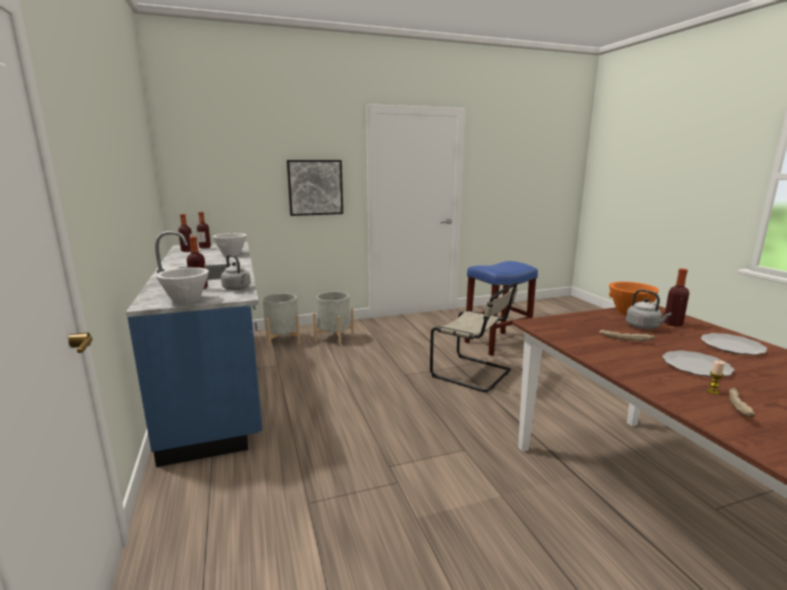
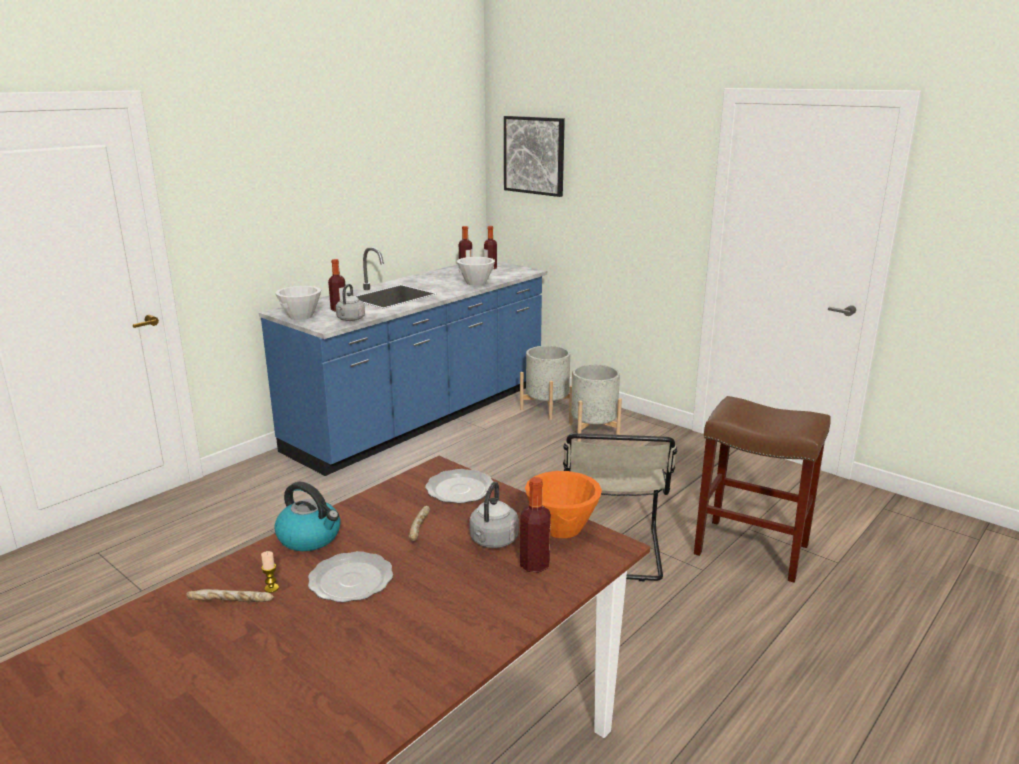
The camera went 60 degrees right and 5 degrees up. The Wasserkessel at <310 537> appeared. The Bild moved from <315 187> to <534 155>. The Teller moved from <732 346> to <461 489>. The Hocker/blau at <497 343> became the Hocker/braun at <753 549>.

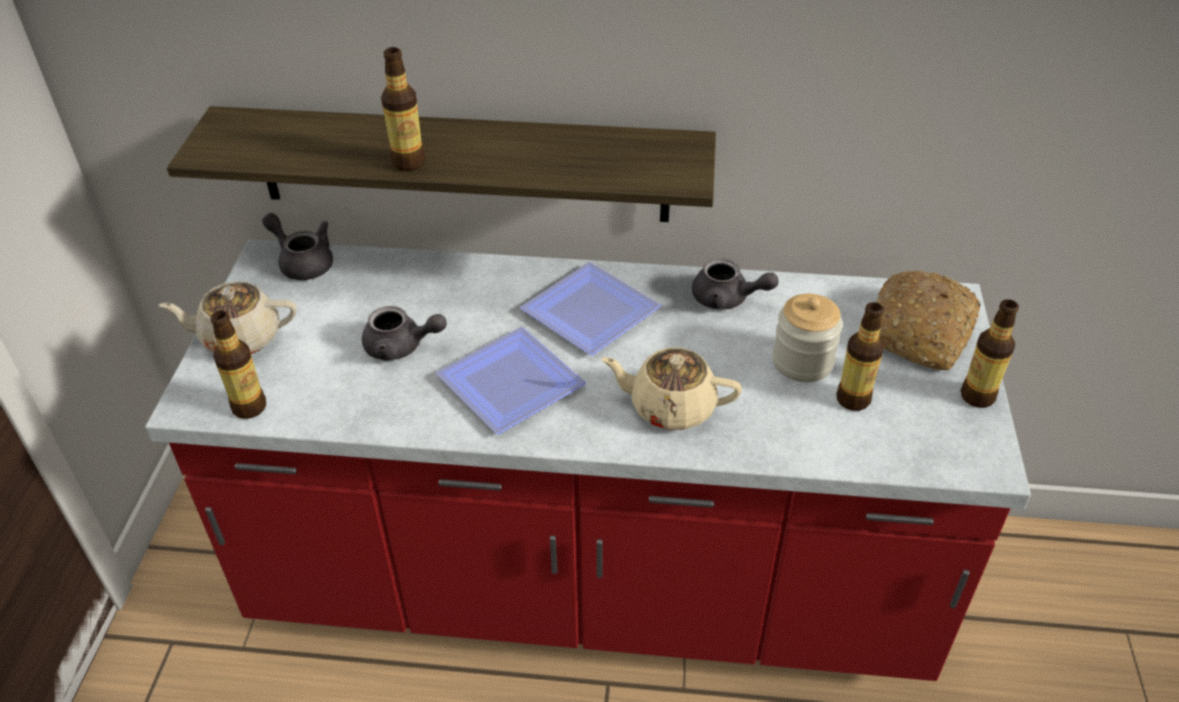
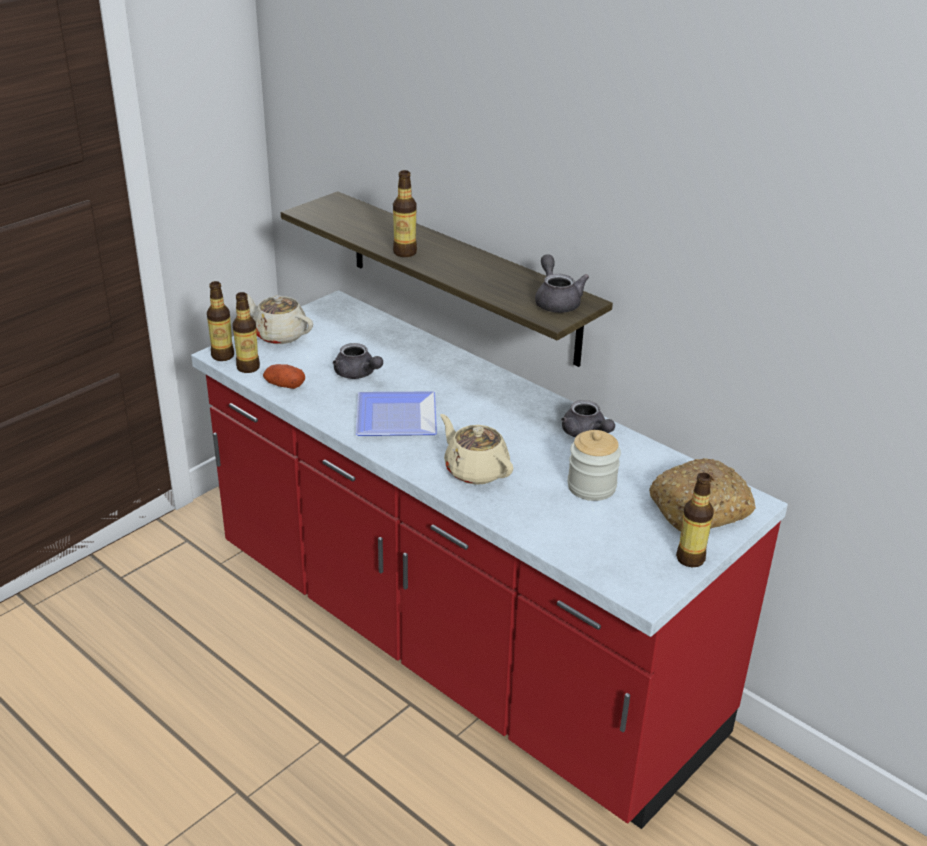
The camera went 35 degrees right and 10 degrees down. The Teller at <595 312> disappeared. The Kartoffel at <284 385> appeared. The Teekanne/grau moved from <303 262> to <556 301>. The Flasche moved from <853 399> to <223 356>.

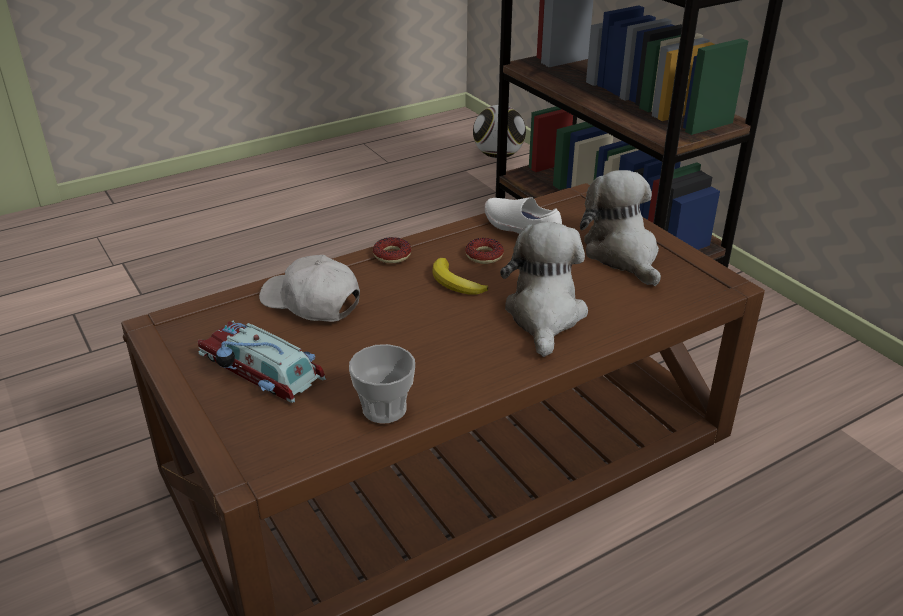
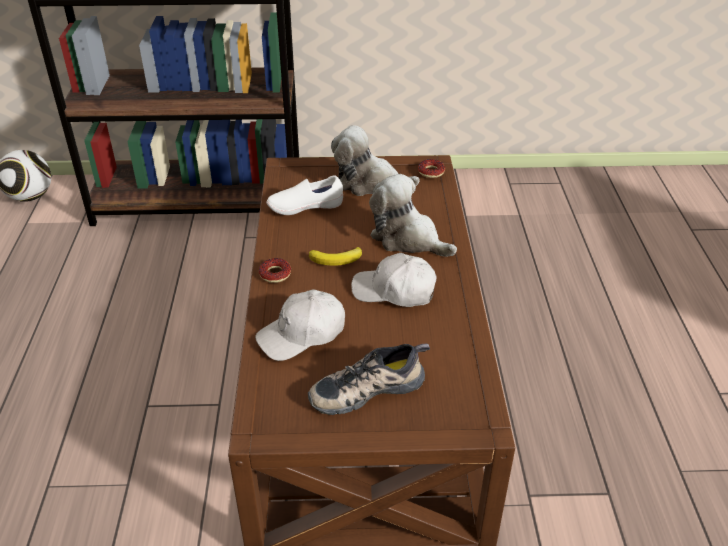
The camera went 60 degrees left and 5 degrees up. The Tasse at <384 409> disappeared. The Kappe/weiß at <394 291> appeared. The Donut moved from <484 255> to <431 172>. The Spielzeugauto at <260 371> was replaced by the Schuh at <367 388>.

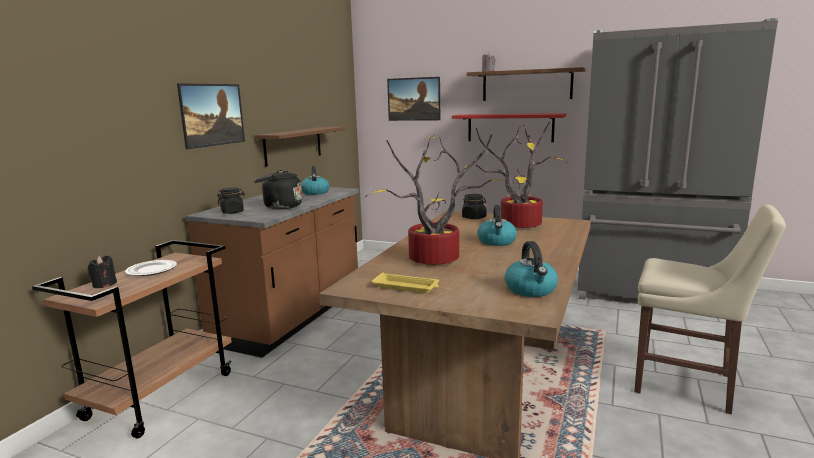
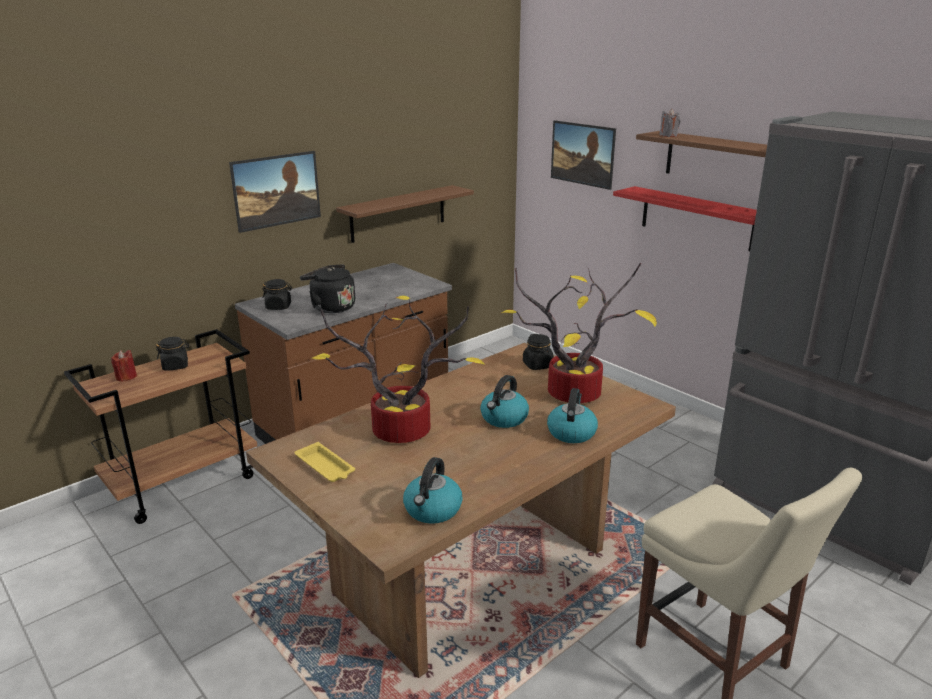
The camera went 25 degrees right and 10 degrees up. The Wasserkessel moved from <315 192> to <571 432>. The Teller at <151 270> was replaced by the Vorratsglas/schwarz at <175 366>. The Kerze/schwarz at <104 285> became the Kerze/rot at <126 377>.

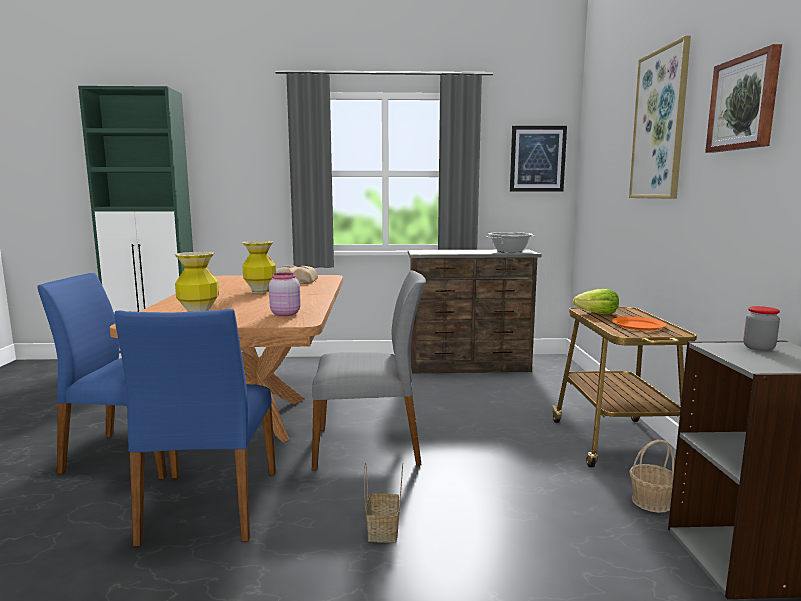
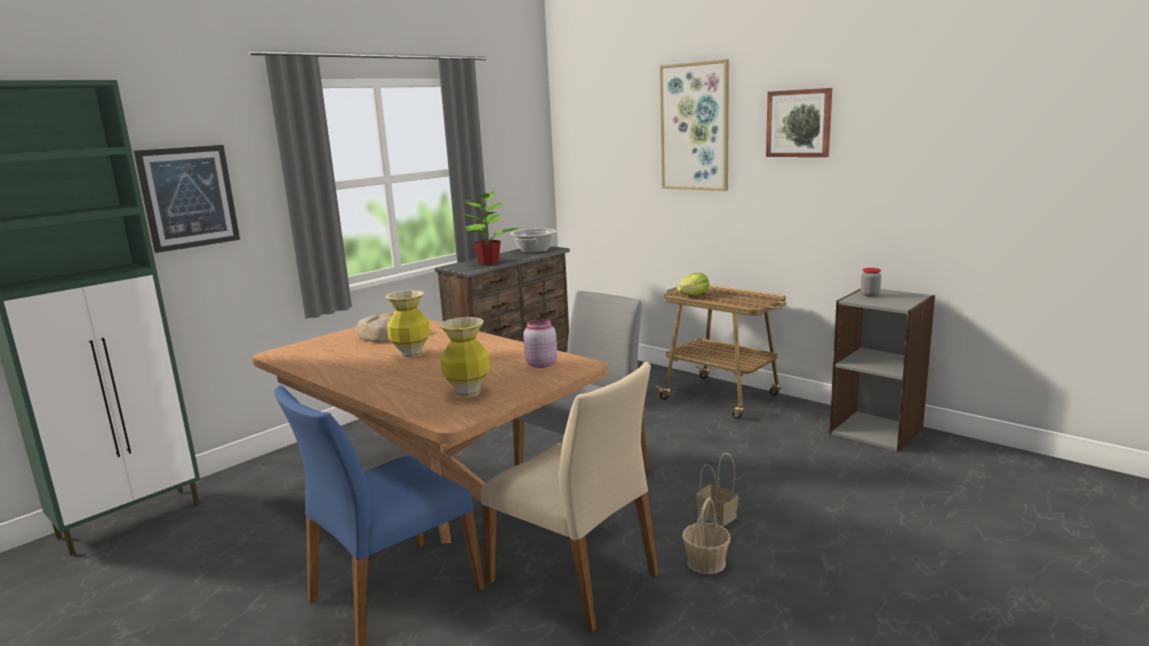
The camera went 45 degrees left and 5 degrees up. The Teller/orange at <638 325> disappeared. The Topfpflanze at <488 262> appeared. The Bild moved from <537 159> to <188 197>. The Korb moved from <651 502> to <706 562>. The Stuhl/blau at <209 506> became the Stuhl/beige at <576 577>.

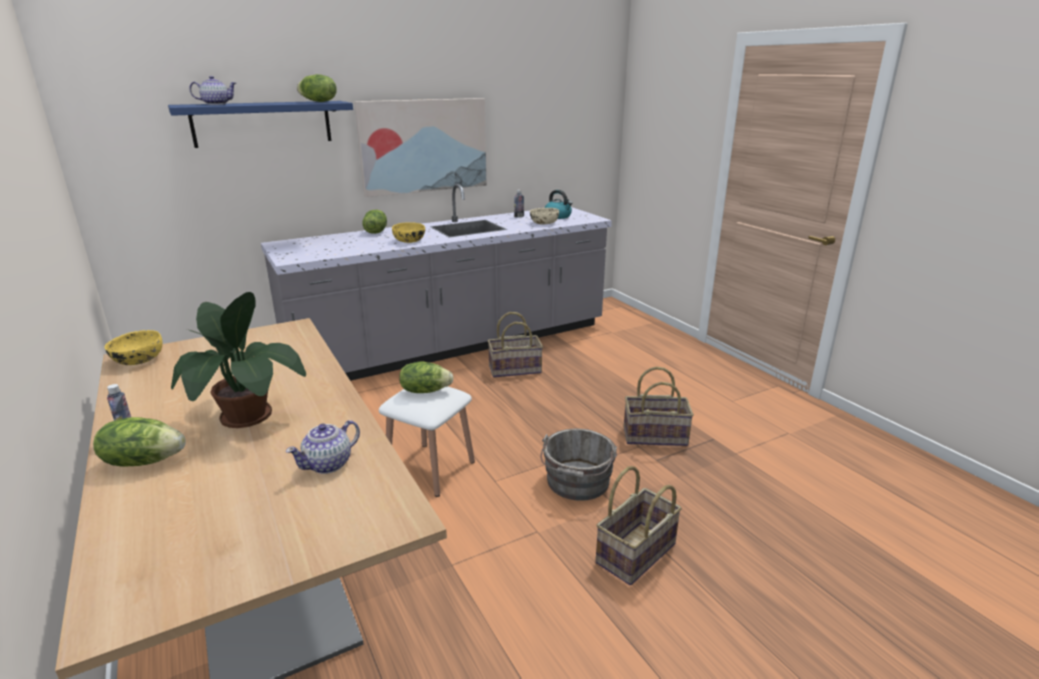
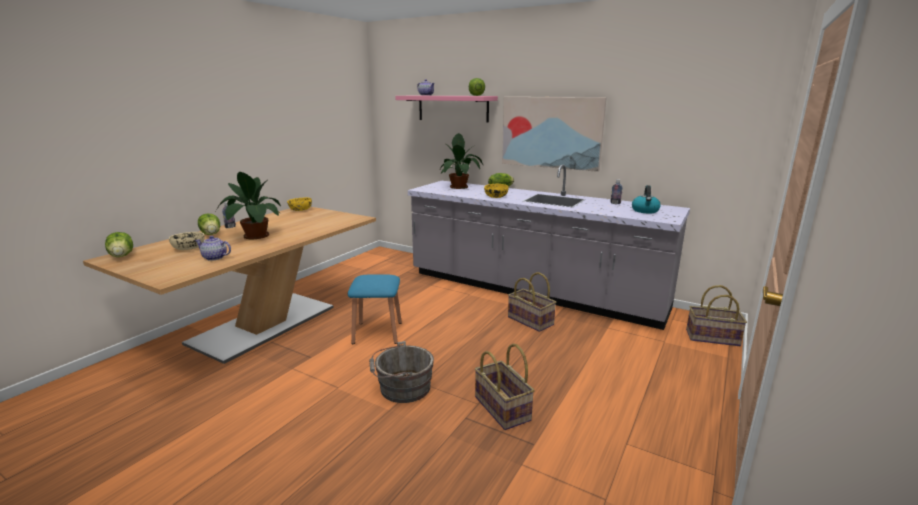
The camera went 60 degrees right and 5 degrees down. The Topfpflanze at <459 186> appeared. The Salatkopf moved from <425 390> to <122 255>. The Schüssel/beige moved from <544 223> to <189 248>. The Korb moved from <637 554> to <712 338>. The Wandregal/blau at <262 123> became the Wandregal/rosa at <453 108>. The Hocker/weiß at <430 469> became the Hocker/blau at <377 332>.

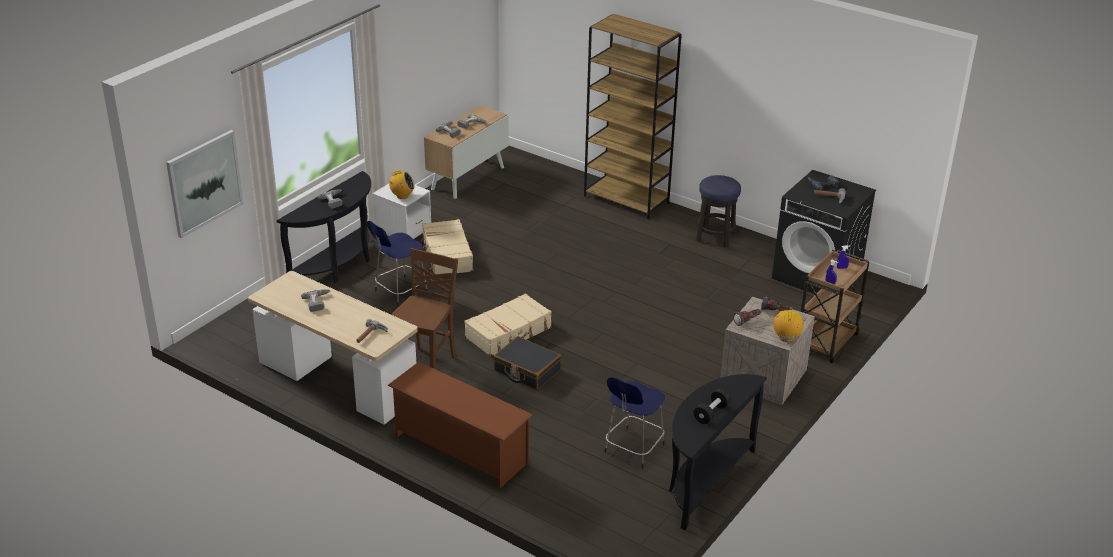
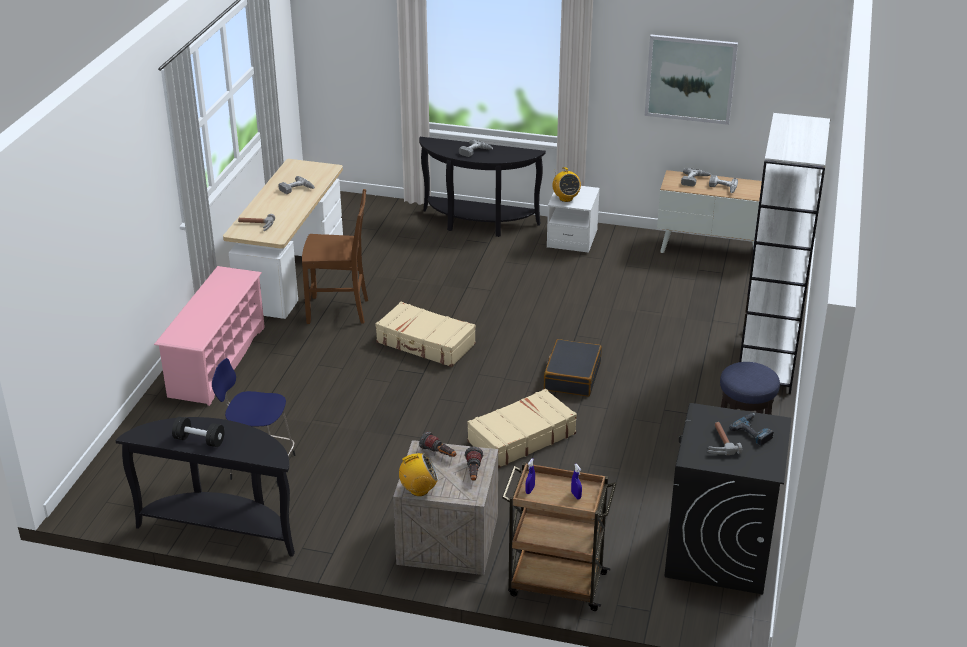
The camera went 70 degrees right and 0 degrees up. The Hocker/blau at <399 292> disappeared. The Bild moved from <204 183> to <690 79>. The Koffer/beige moved from <446 255> to <521 437>. The Koffer/schwarz moved from <527 370> to <572 376>. The Schuhregal/braun at <460 449> became the Schuhregal/rosa at <217 361>. The Bücherregal/braun at <627 200> became the Bücherregal/weiß at <768 361>.

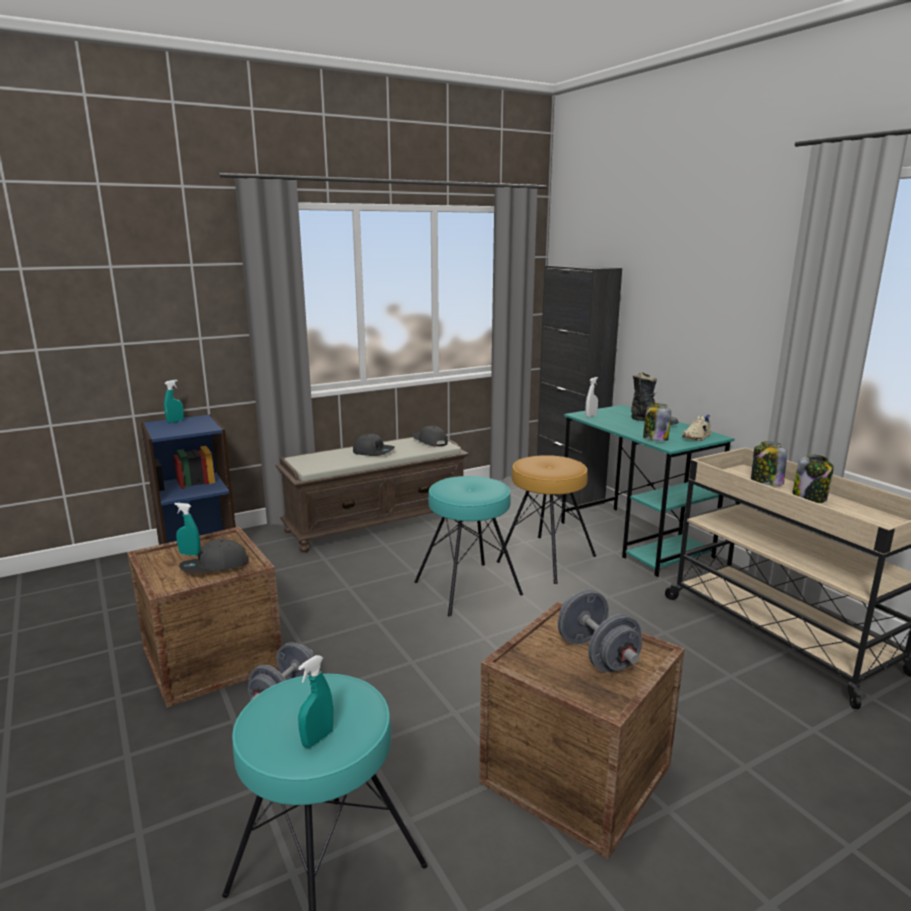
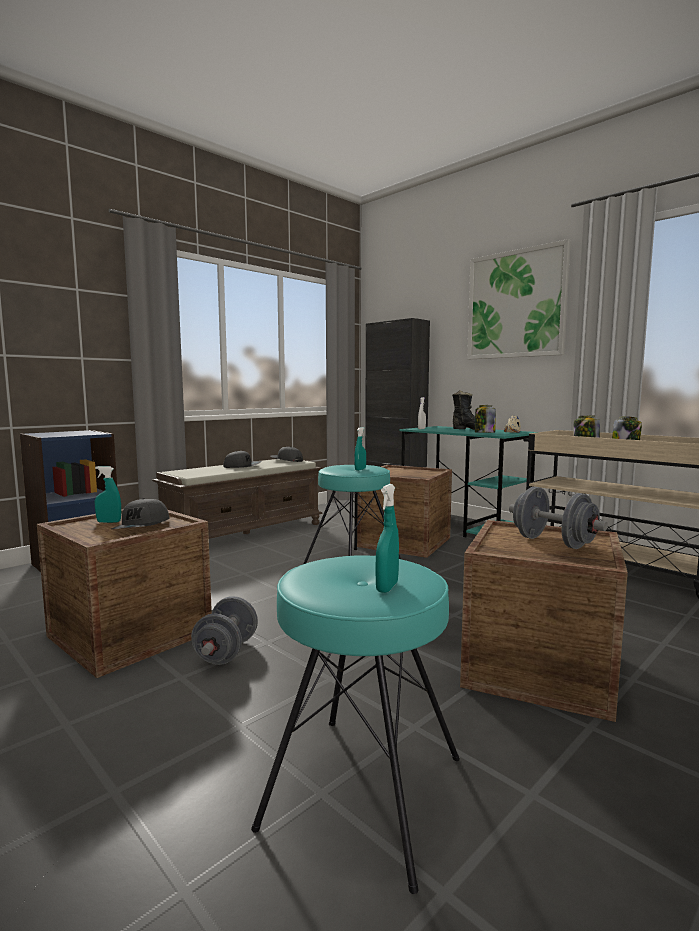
The camera went 15 degrees left and 10 degrees down. The Bild at <516 304> appeared. The Sprühflasche/türkis moved from <175 421> to <360 469>. The Hocker/braun at <546 558> was replaced by the Kiste at <404 542>. The Kappe/grau at <214 567> turned 45 degrees counterclockwise.

